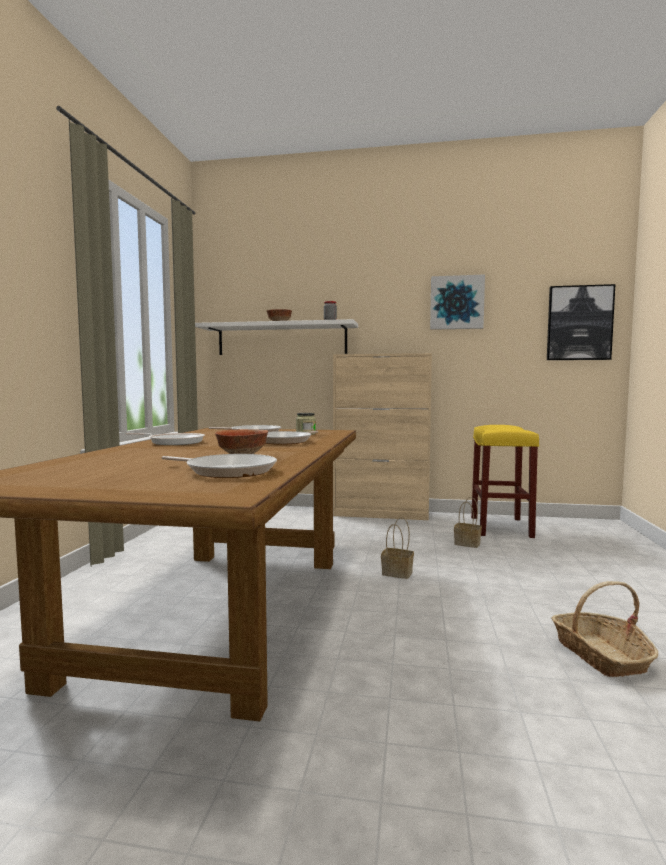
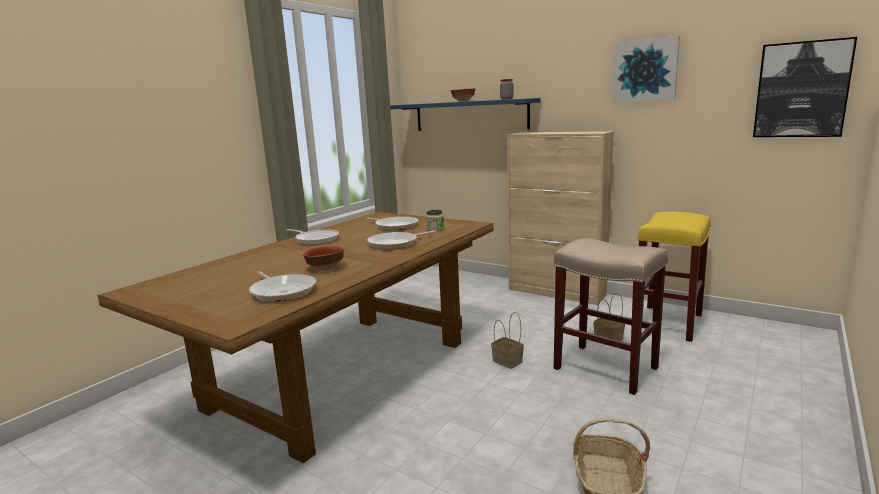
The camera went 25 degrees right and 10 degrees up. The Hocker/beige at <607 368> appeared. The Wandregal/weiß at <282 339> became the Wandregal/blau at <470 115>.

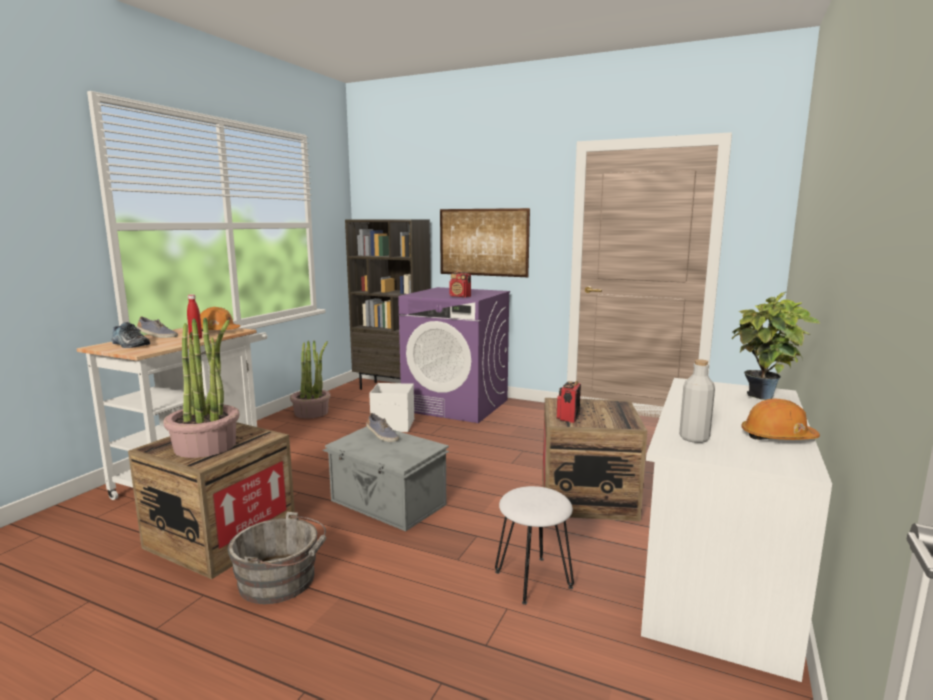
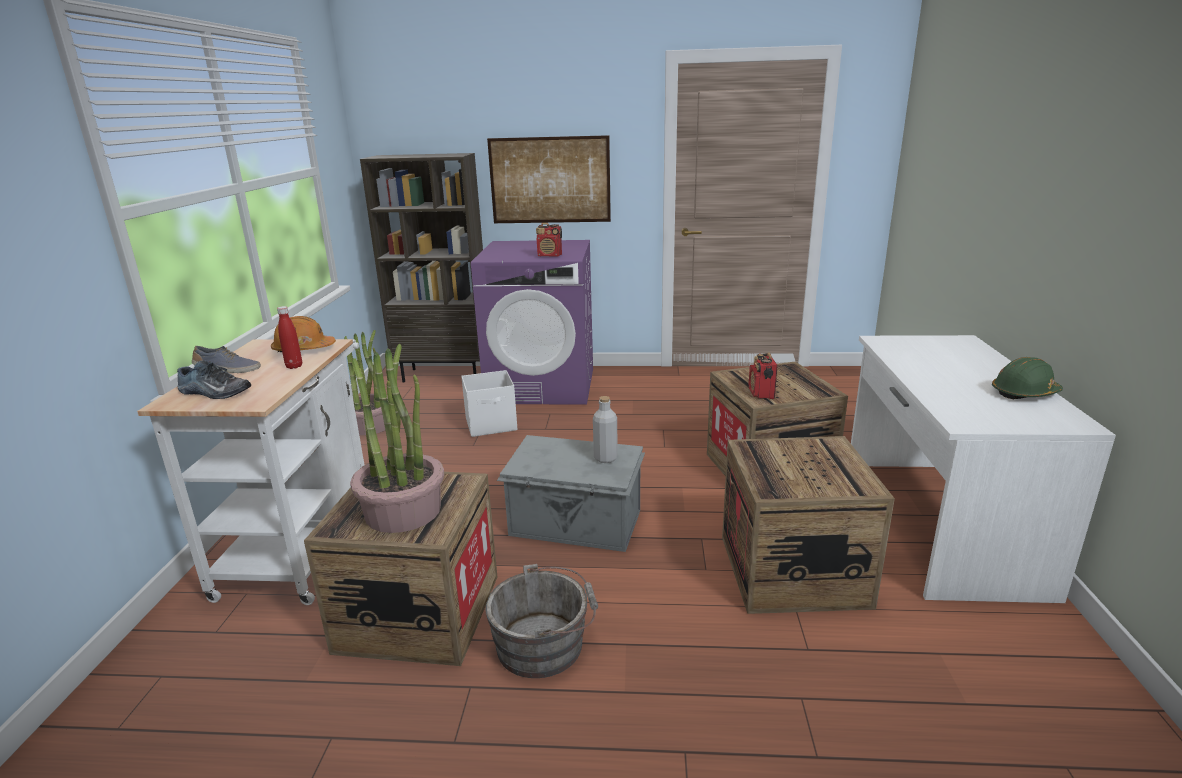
The camera went 20 degrees left and 10 degrees up. The Schuh at <382 436> disappeared. The Topfpflanze at <764 398> disappeared. The Flasche/grau moved from <694 438> to <605 458>. The Hocker/weiß at <533 579> was replaced by the Kiste at <793 570>. The Schutzhelm/orange at <777 437> became the Schutzhelm/grün at <1024 393>.

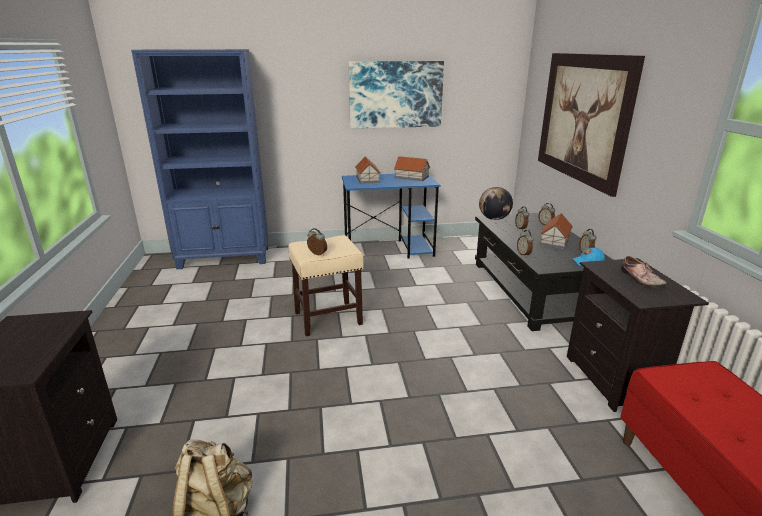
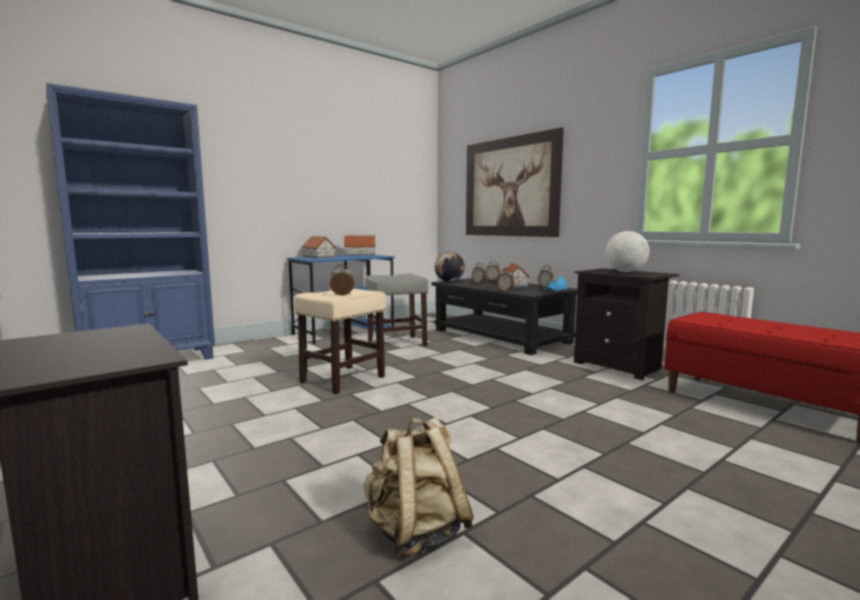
The camera went 30 degrees left and 15 degrees down. The Bild at <395 94> disappeared. The Hocker/grau at <396 343> appeared. The Schuh at <640 279> was replaced by the Globus at <625 272>.

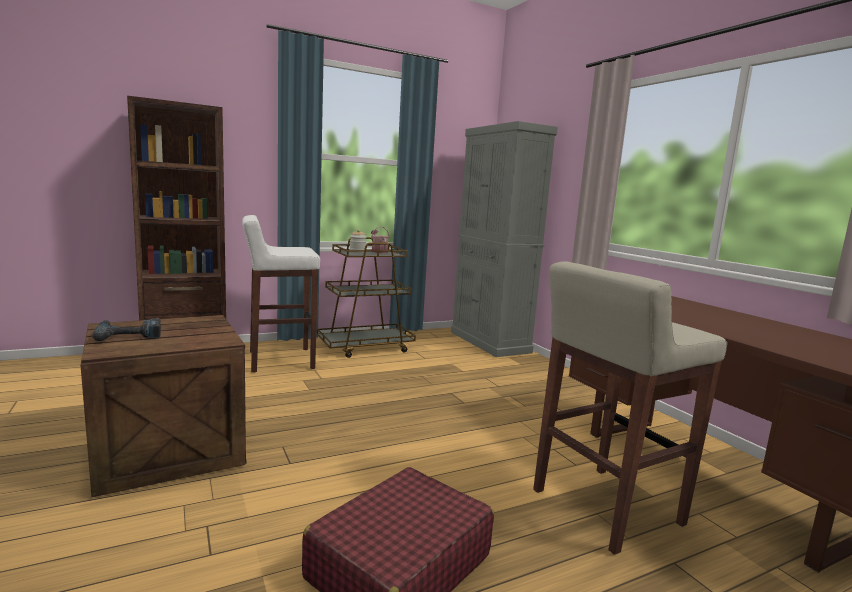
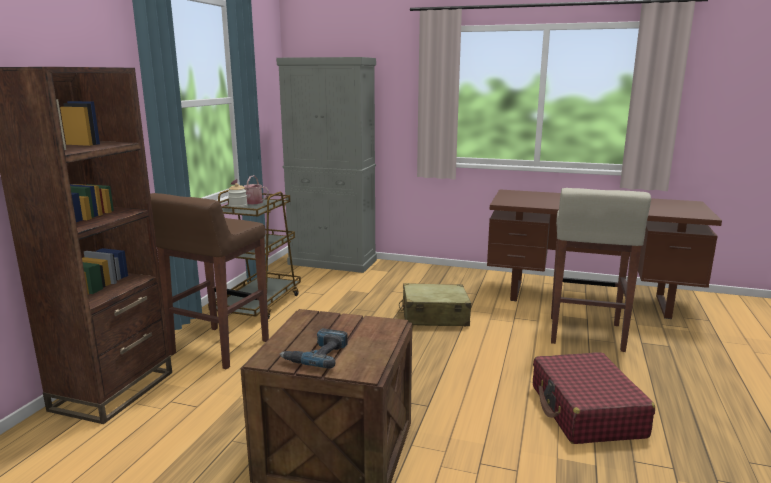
The camera went 45 degrees left and 5 degrees up. The Koffer/beige at <434 316> appeared. The Hocker/weiß at <279 360> became the Hocker/braun at <218 348>.

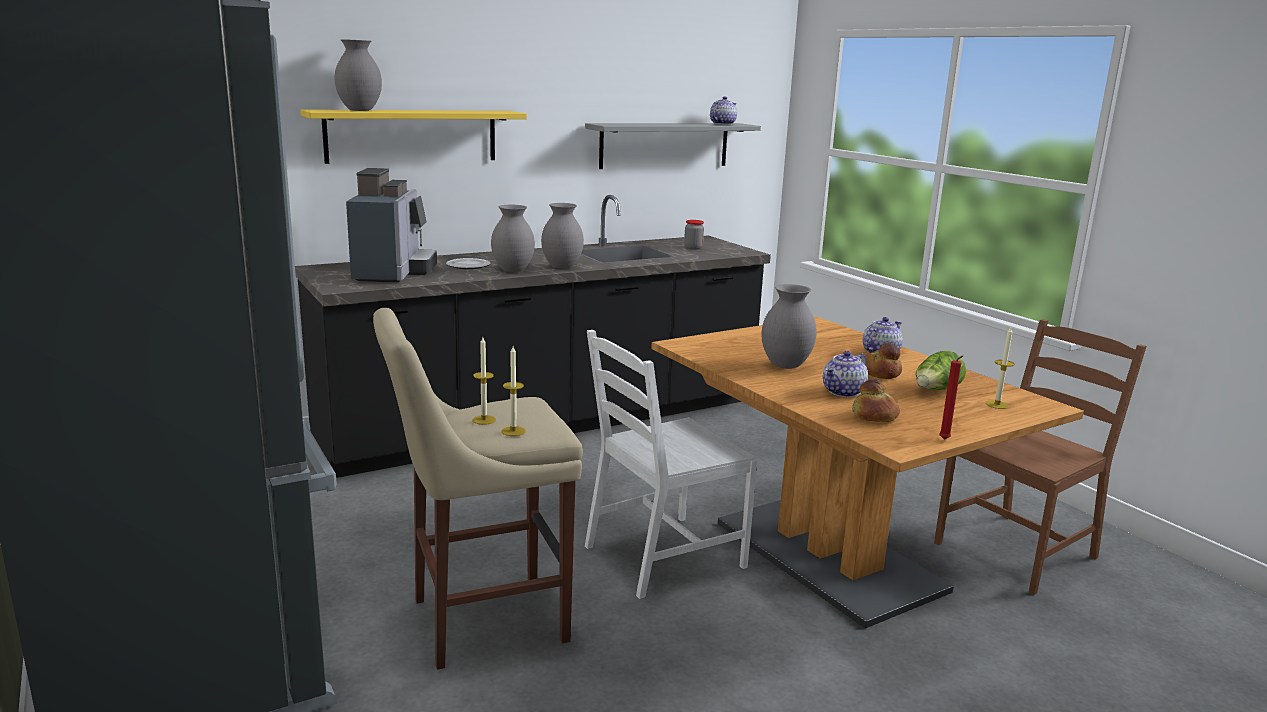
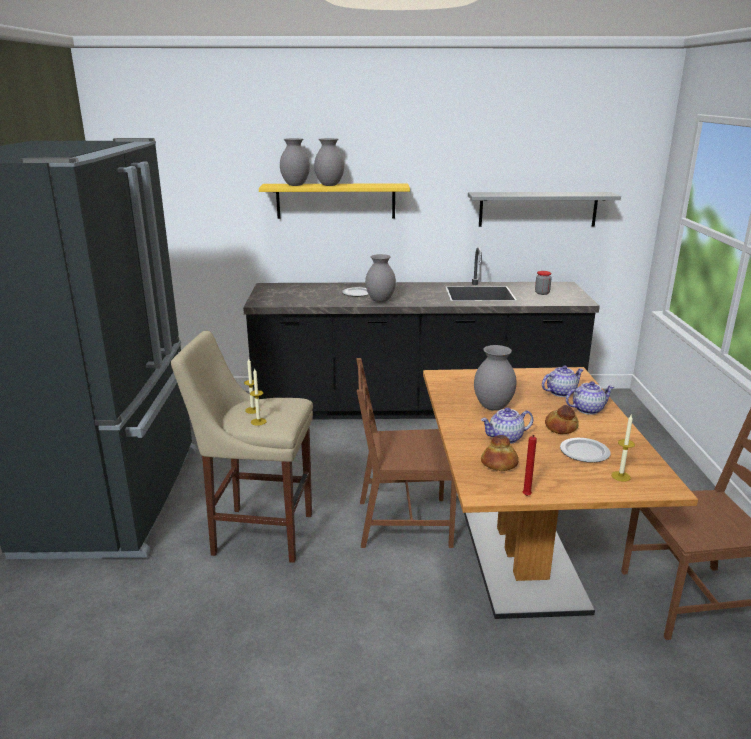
The camera went 30 degrees right and 5 degrees up. The Kaffeemaschine at <393 272> disappeared. The Vase/grau moved from <562 267> to <330 185>. The Teekanne moved from <722 124> to <561 392>. The Salatkopf at <936 390> was replaced by the Teller at <585 452>. The Stuhl/weiß at <663 556> became the Stuhl/braun at <403 523>.

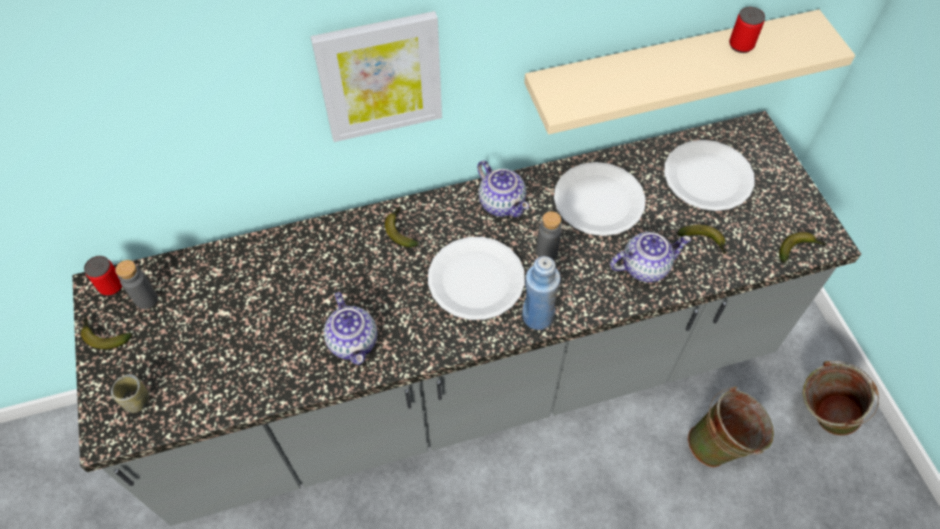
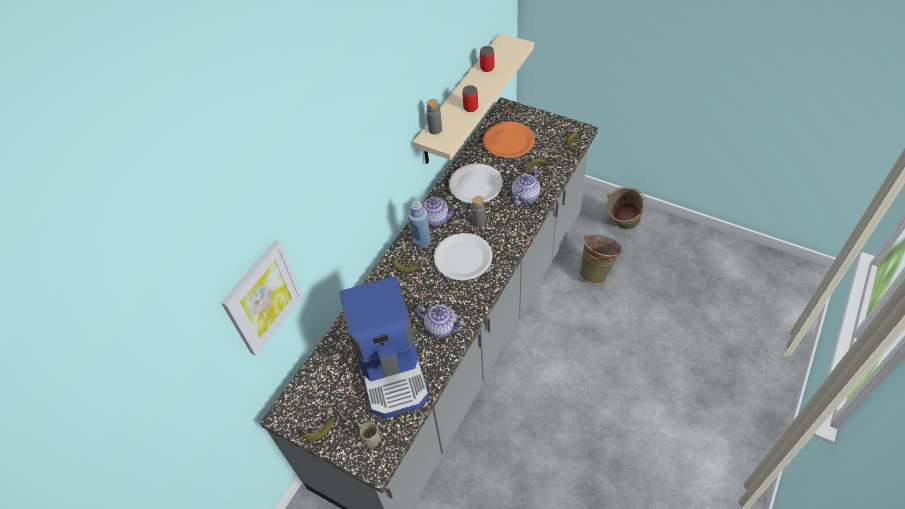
The camera went 40 degrees left and 5 degrees down. The Kaffeemaschine at <392 368> appeared. The Dose moved from <111 286> to <470 107>. The Flasche/grau moved from <146 299> to <435 129>. The Bild moved from <380 76> to <262 297>. The Flasche/blau moved from <537 316> to <422 241>. The Teller/weiß at <707 177> became the Teller/orange at <508 141>.

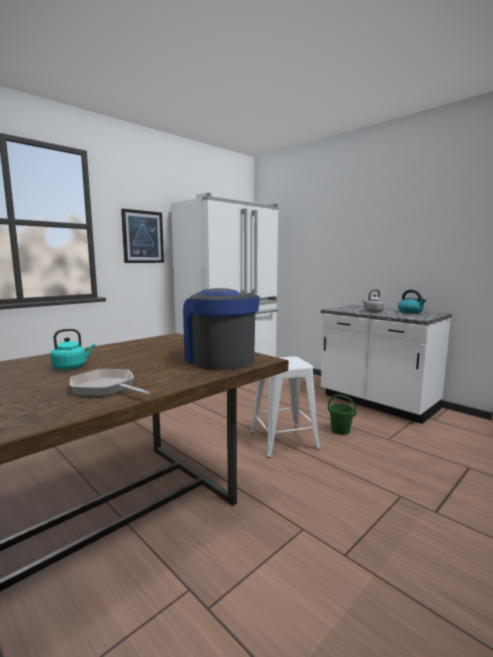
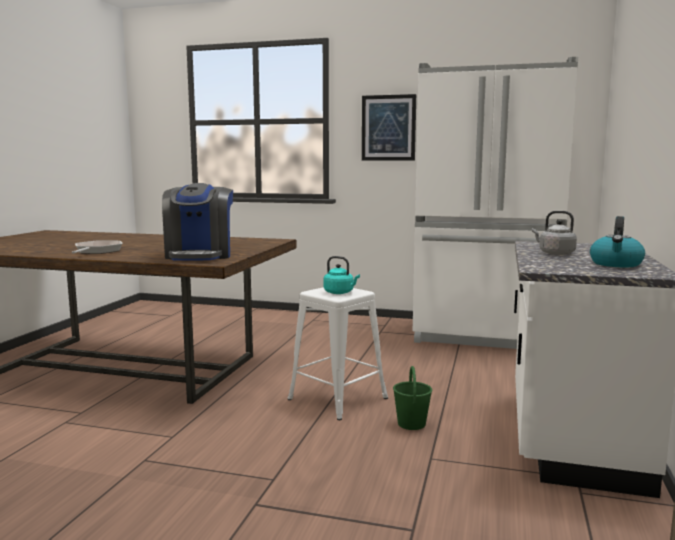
The camera went 60 degrees right and 0 degrees up. The Wasserkessel/türkis moved from <72 367> to <340 292>. The Kaffeemaschine at <219 359> turned 150 degrees clockwise.

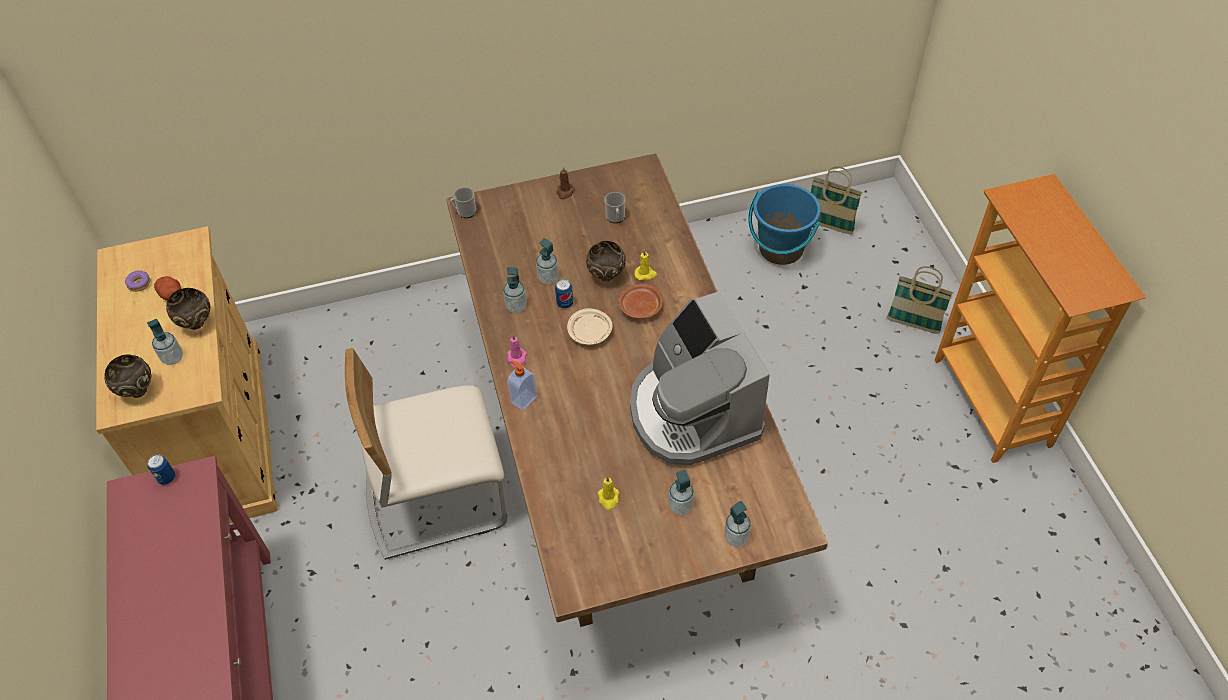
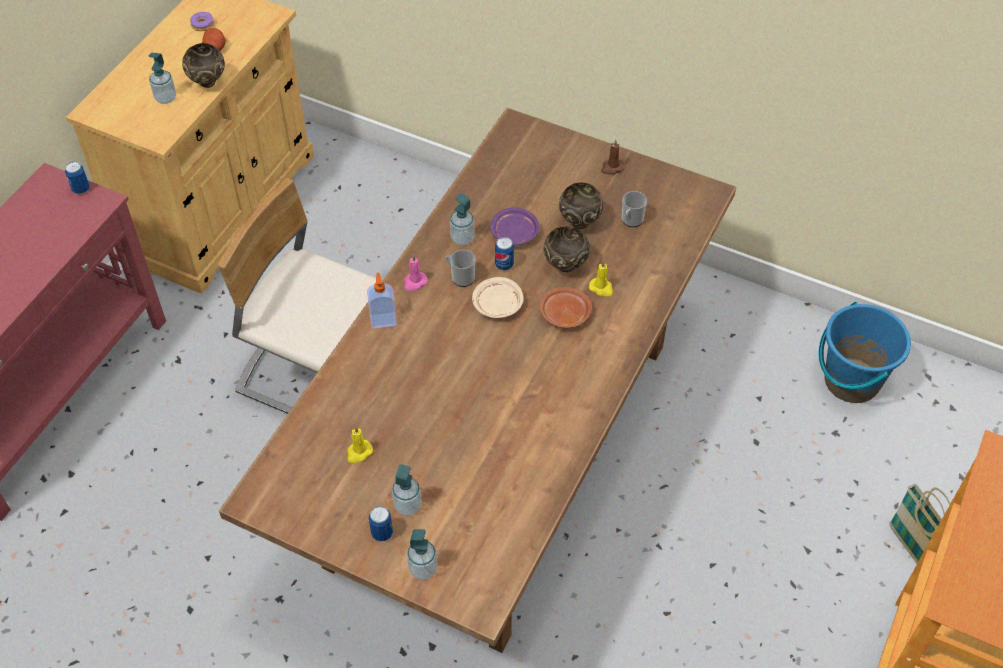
The camera went 40 degrees right and 0 degrees up. The Kaffeemaschine at <692 412> disappeared. The Korb at <829 226> disappeared. The Dose at <382 533> appeared. The Schüssel/braun moved from <137 391> to <579 222>. The Henkelbecher moved from <464 212> to <460 277>. The Seifenspender at <548 278> was replaced by the Teller/lila at <514 233>.

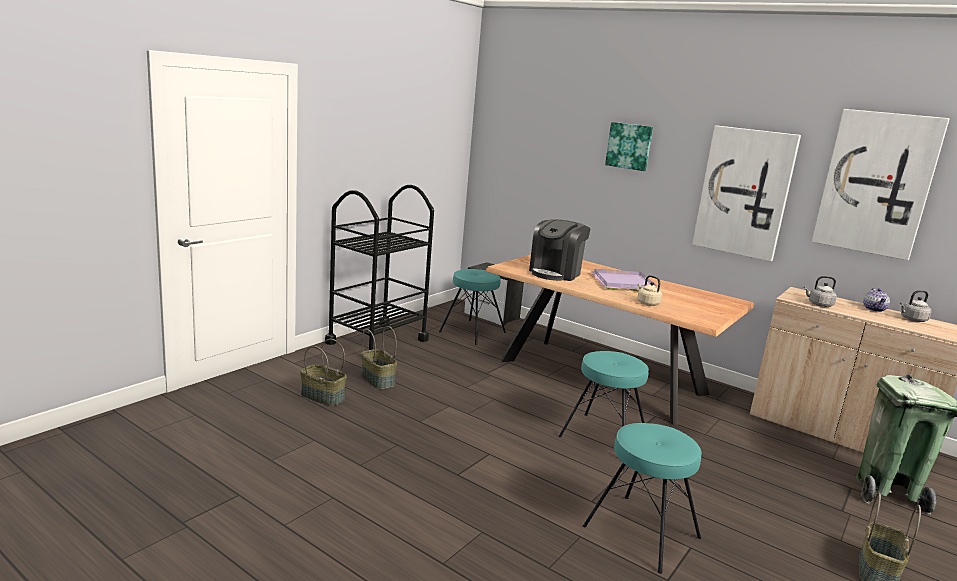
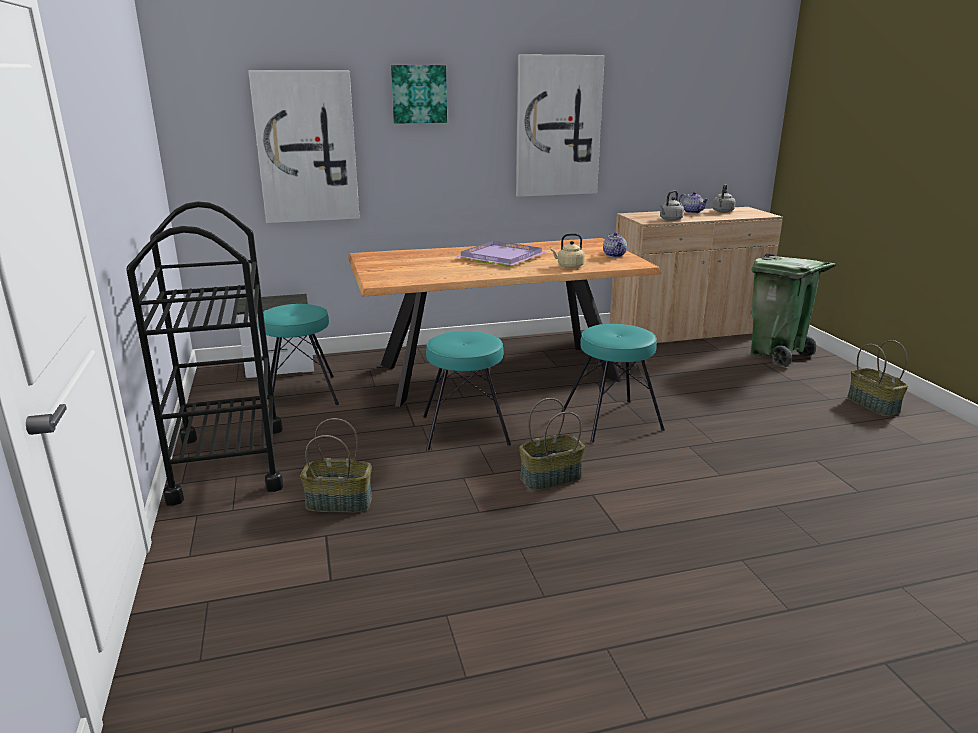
The camera went 50 degrees left and 5 degrees up. The Kaffeemaschine at <556 273> disappeared. The Teekanne at <614 255> appeared. The Korb moved from <322 397> to <551 478>. The Hocker/türkis moved from <641 532> to <465 430>. The Bild moved from <876 183> to <306 148>.

